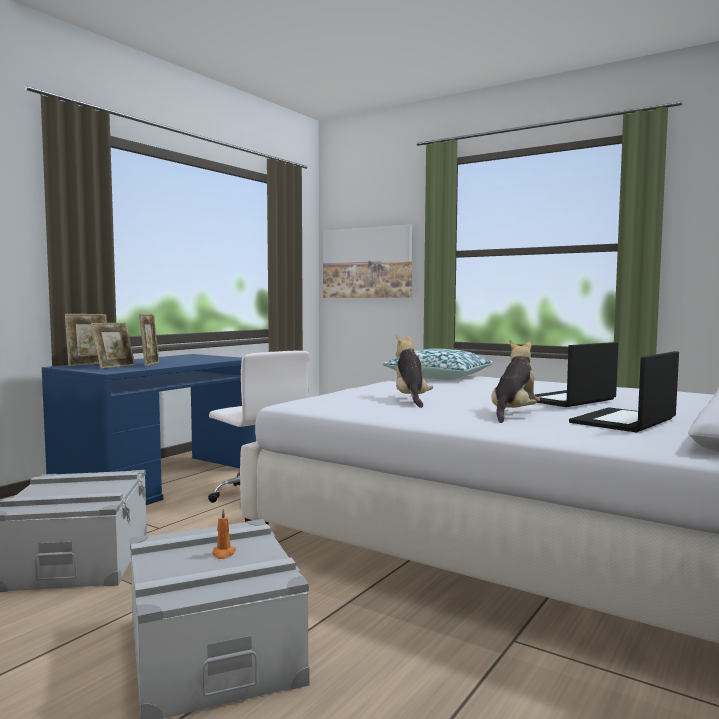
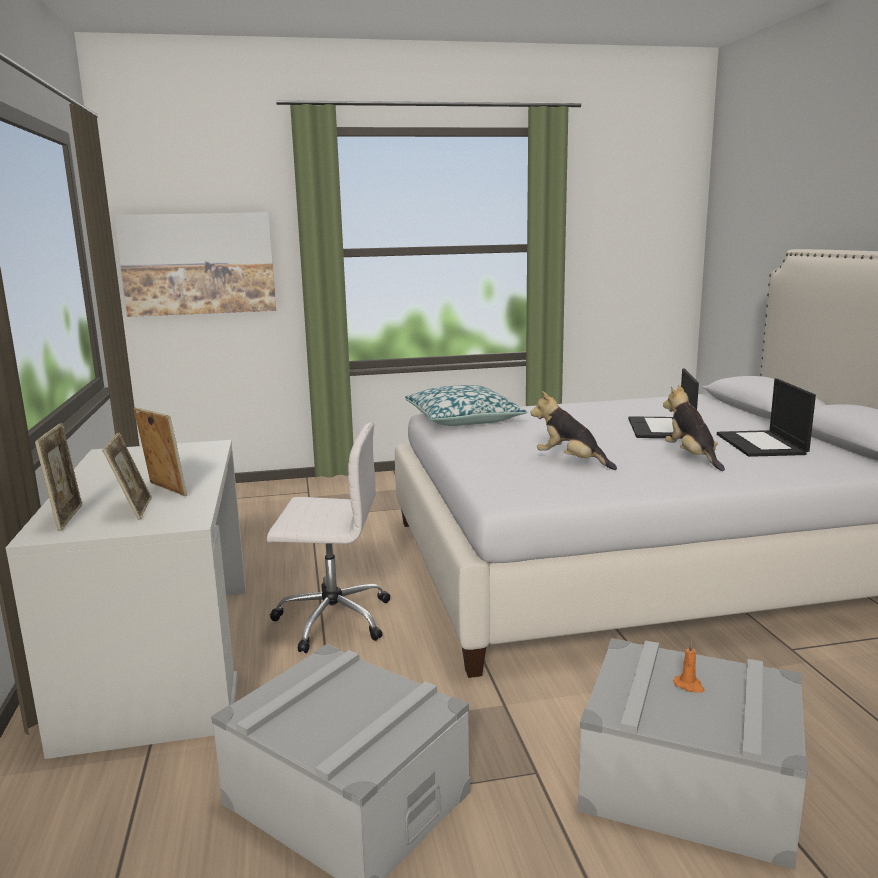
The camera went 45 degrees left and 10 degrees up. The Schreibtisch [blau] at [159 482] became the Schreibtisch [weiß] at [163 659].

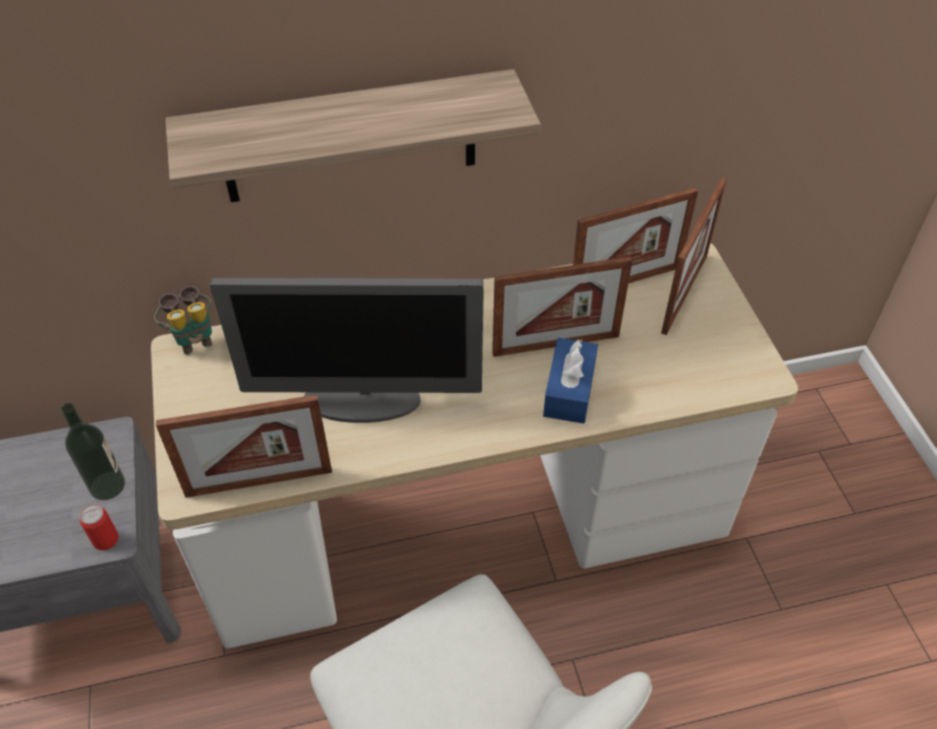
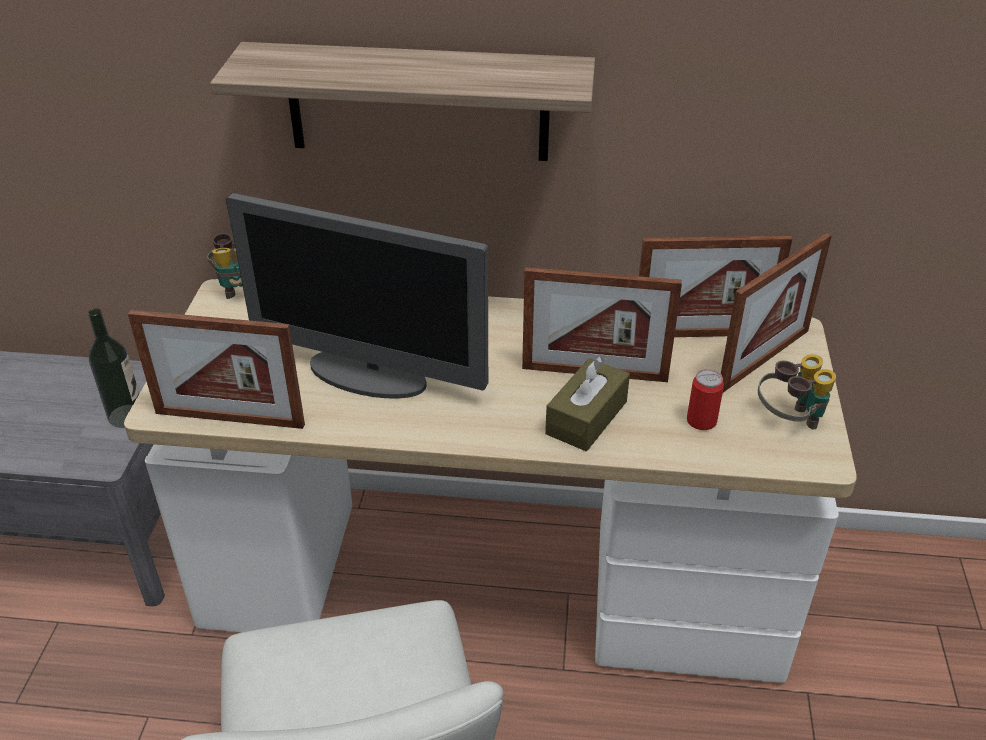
The camera went 20 degrees right and 10 degrees down. The Fernglas at [789 421] appeared. The Dose moved from [106 539] to [701 421]. The Taschentuchbox [blau] at [569 390] became the Taschentuchbox [braun] at [586 417].

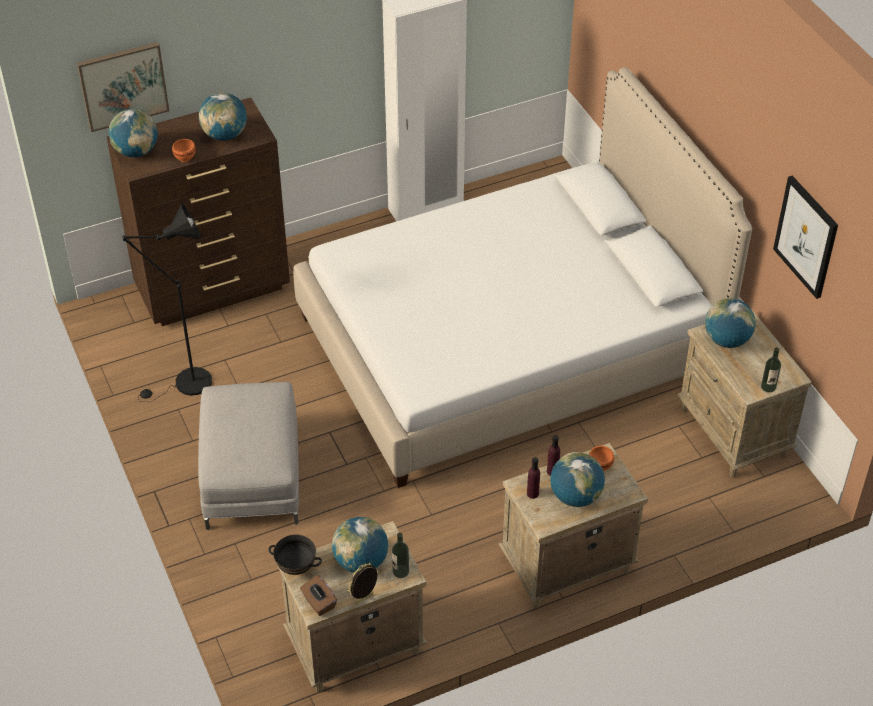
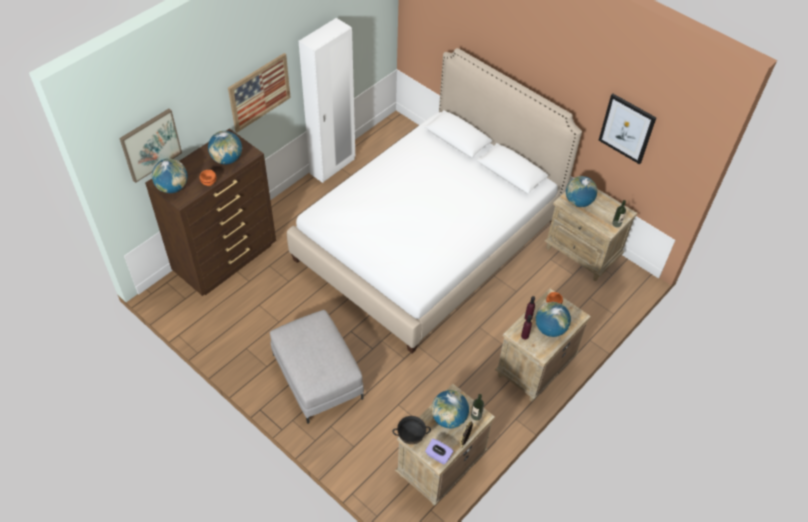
The camera went 25 degrees left and 5 degrees up. The Stehlampe [schwarz] at [186 385] disappeared. The Bild at [259 92] appeared. The Taschentuchbox [braun] at [319 603] became the Taschentuchbox [lila] at [438 455].

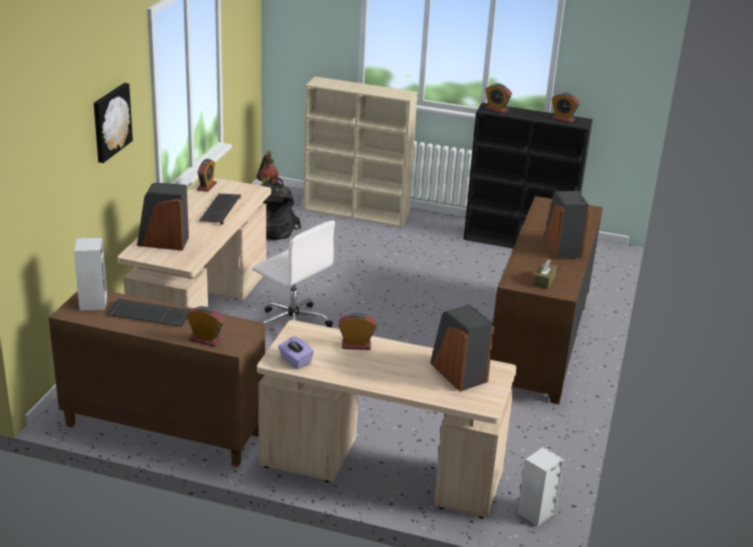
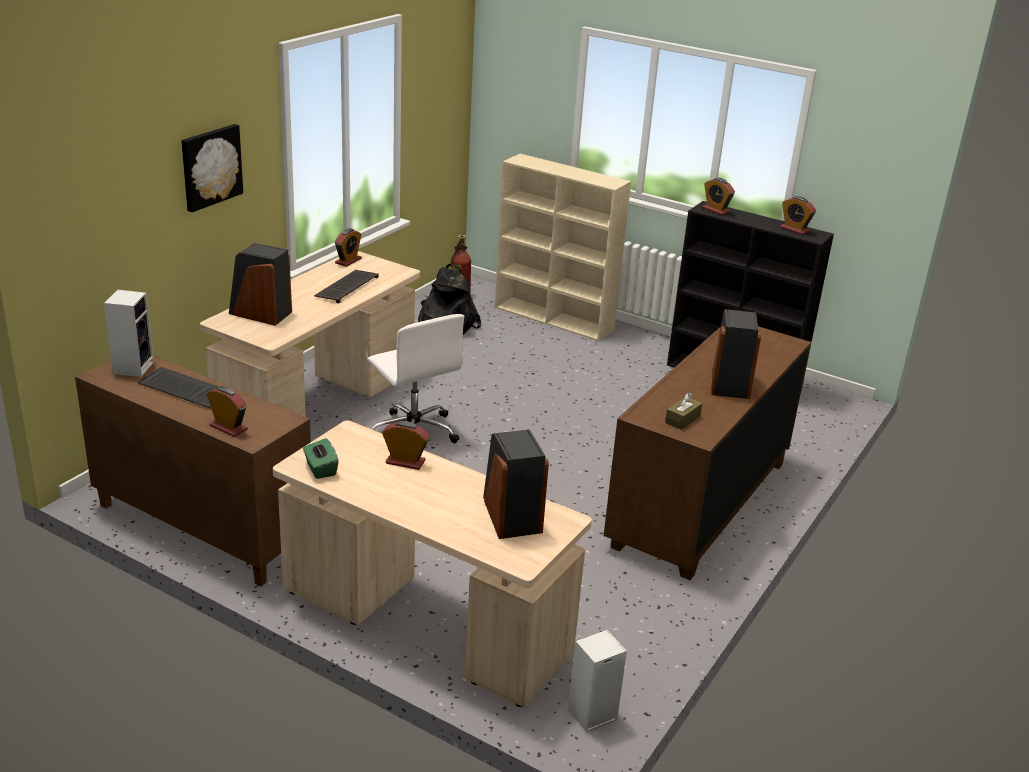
The camera went 15 degrees right and 0 degrees up. The Taschentuchbox [lila] at [295 361] became the Taschentuchbox [grün] at [320 469].

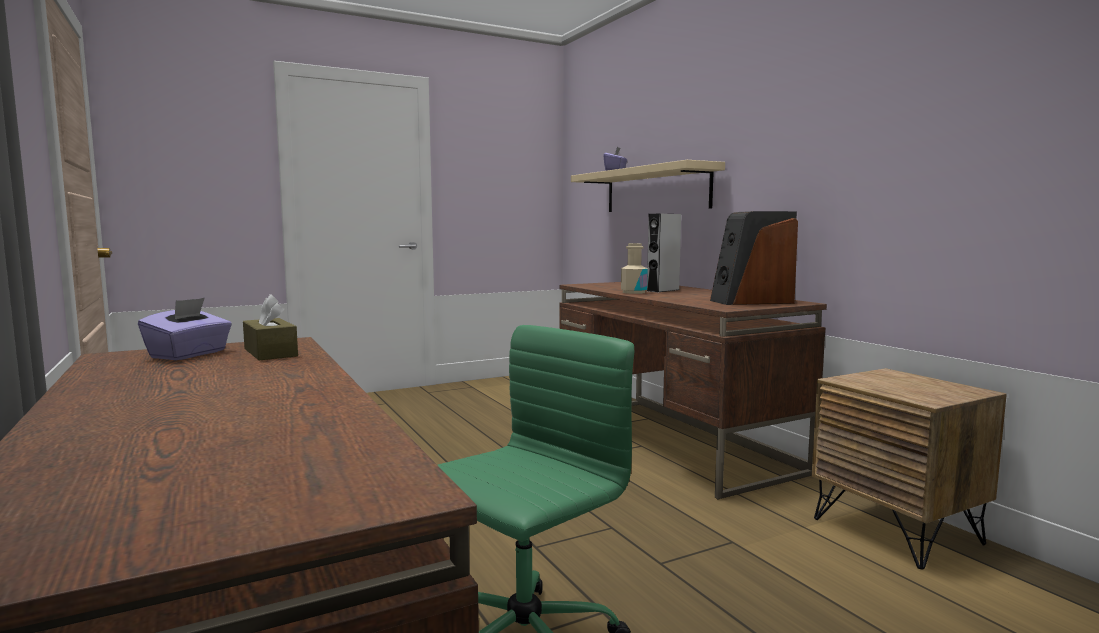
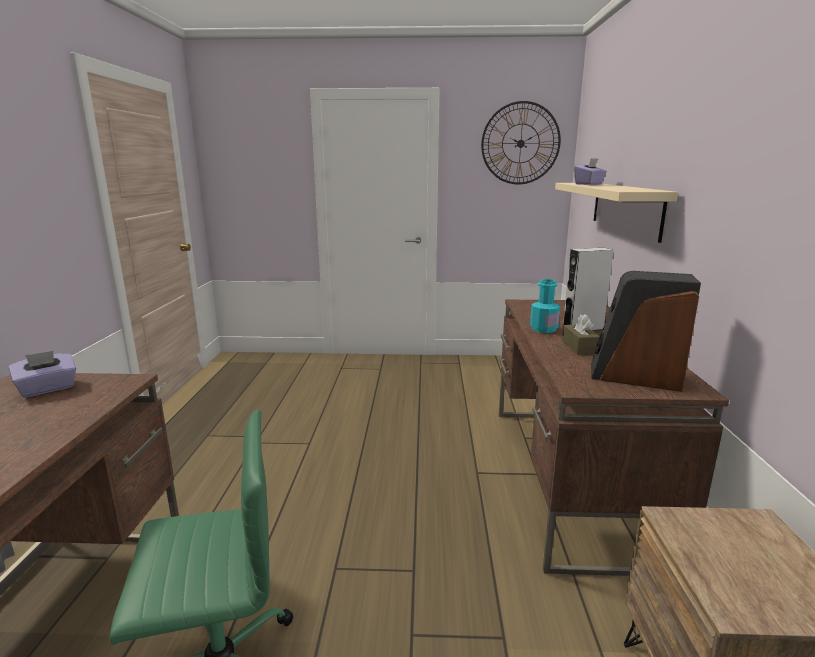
The camera went 30 degrees right and 10 degrees up. The Wanduhr at [520 143] appeared. The Taschentuchbox [braun] moved from [270 352] to [579 347]. The Flasche [beige] at [633 292] became the Flasche [türkis] at [543 329].

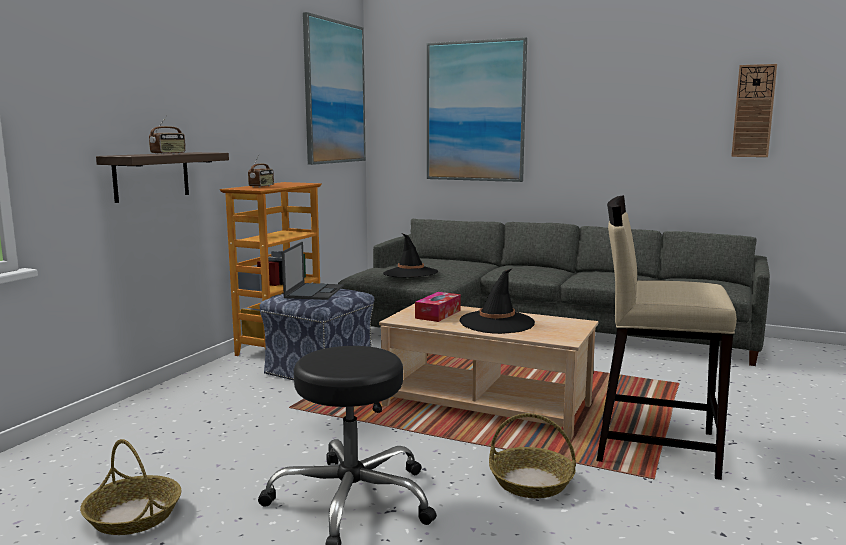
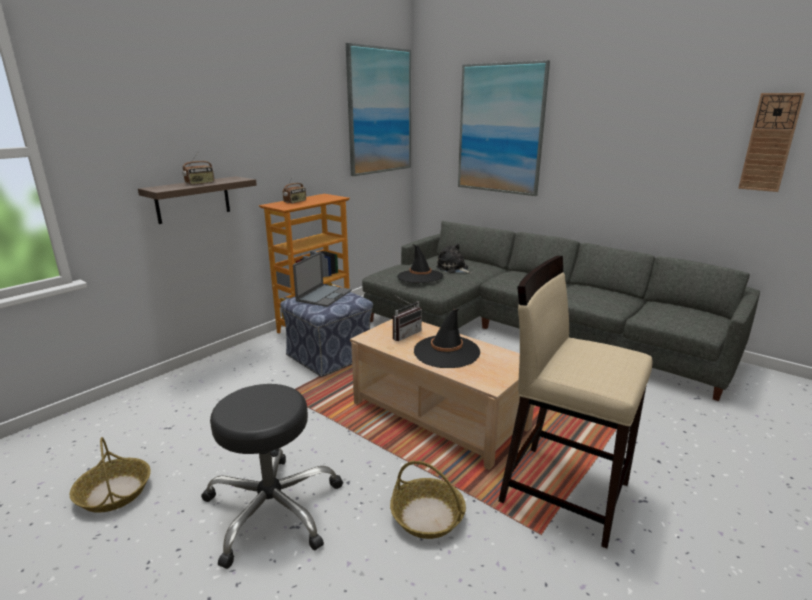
The camera went 15 degrees right and 10 degrees up. The Plüschtier at [453 268] appeared. The Taschentuchbox at [438 314] was replaced by the Radio at [404 334].

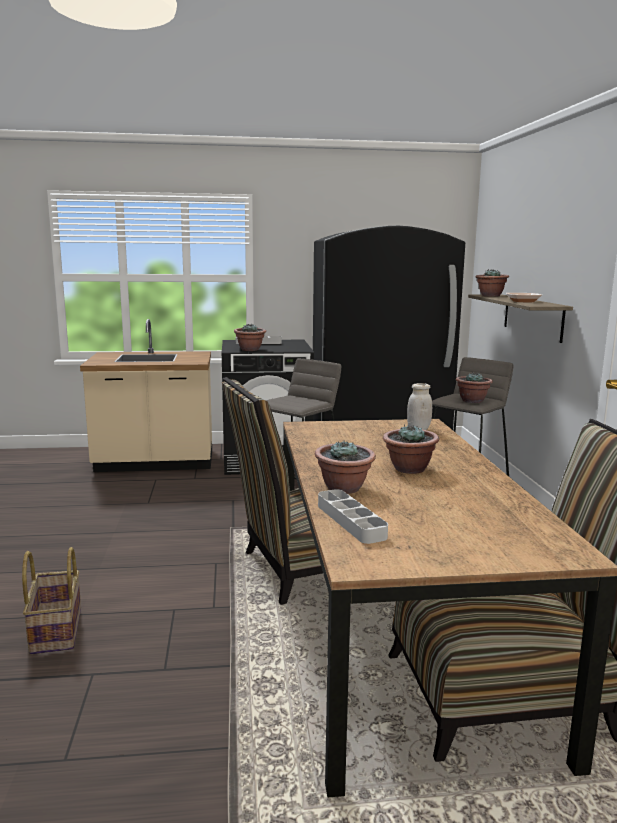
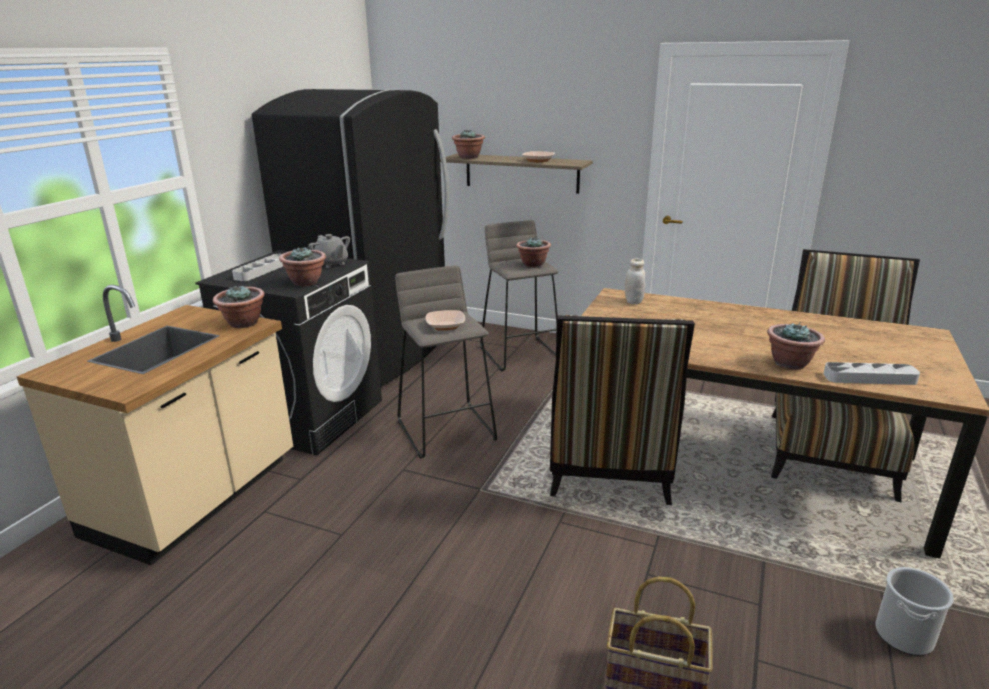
The camera went 60 degrees left and 10 degrees up. The Teekanne [grau] at [332 263] appeared. The Schüssel at [445 326] appeared. The Eimer at [903 635] appeared. The Topfpflanze moved from [409 469] to [243 323].

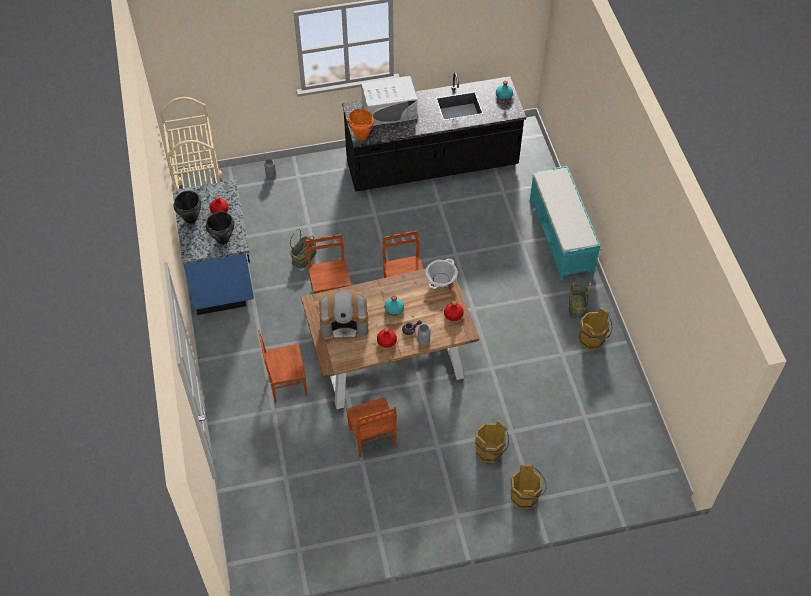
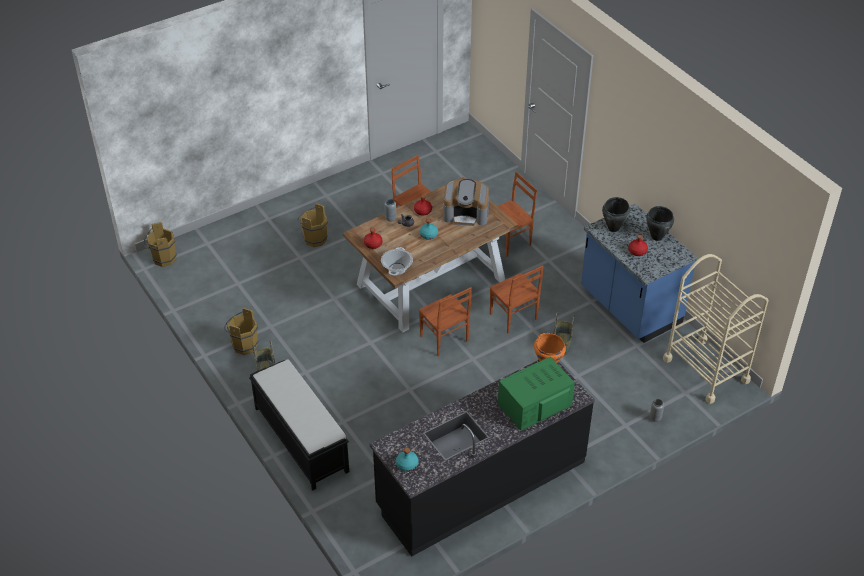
The camera went 160 degrees right and 10 degrees down. The Eimer [braun] moved from [526 497] to [162 259]. The Mikrowelle [weiß] at [389 111] became the Mikrowelle [grün] at [534 404]. The Bank [türkis] at [561 237] became the Bank [schwarz] at [300 439]. The Kaffeemaschine at [344 324] turned 150 degrees counterclockwise.

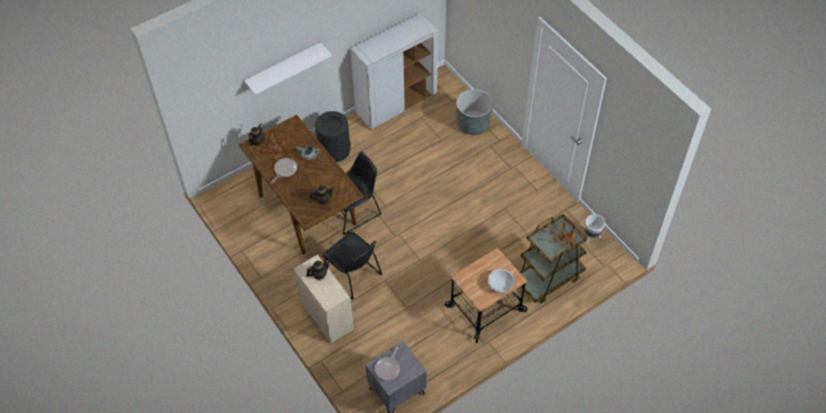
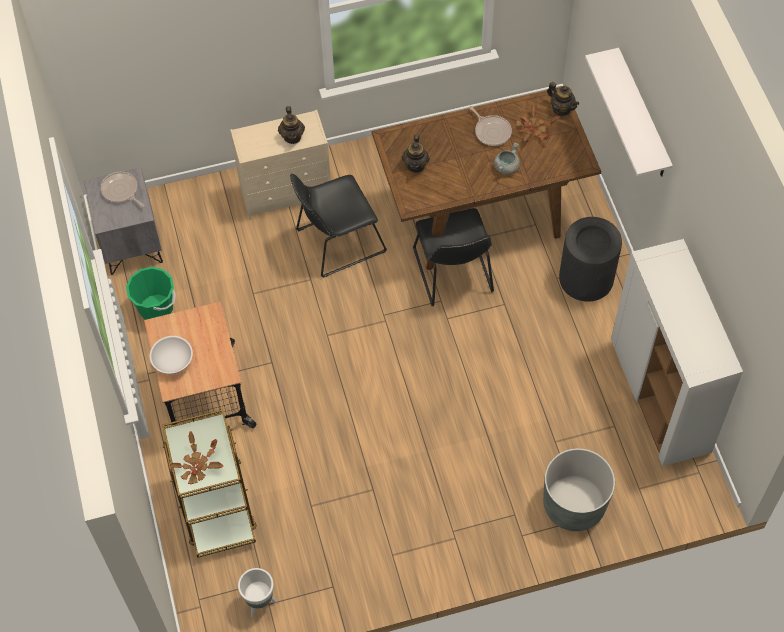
The camera went 110 degrees right and 5 degrees up. The Eimer [grün] at [156 309] appeared.

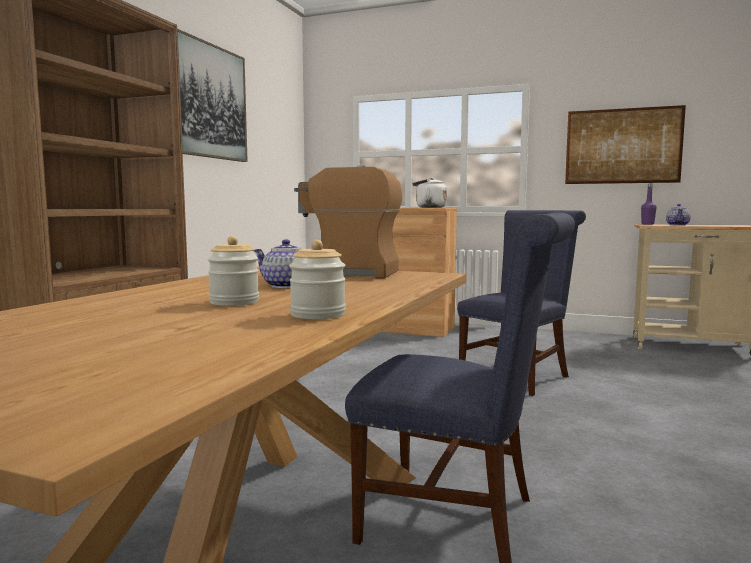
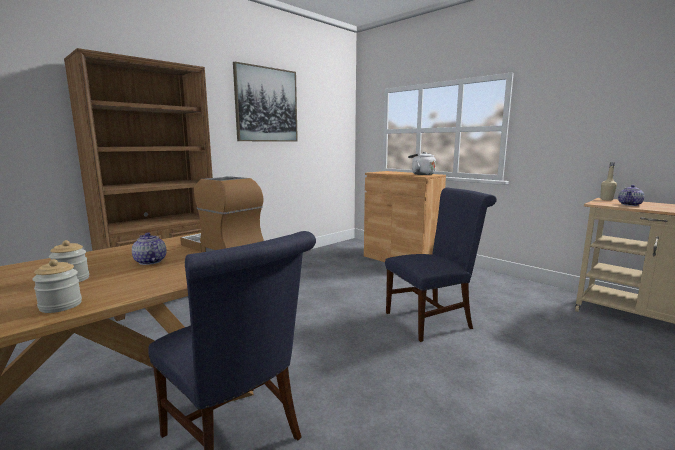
The camera went 25 degrees right and 5 degrees up. The Bild at [622 146] disappeared. The Flasche [lila] at [647 224] became the Flasche [beige] at [606 199].

